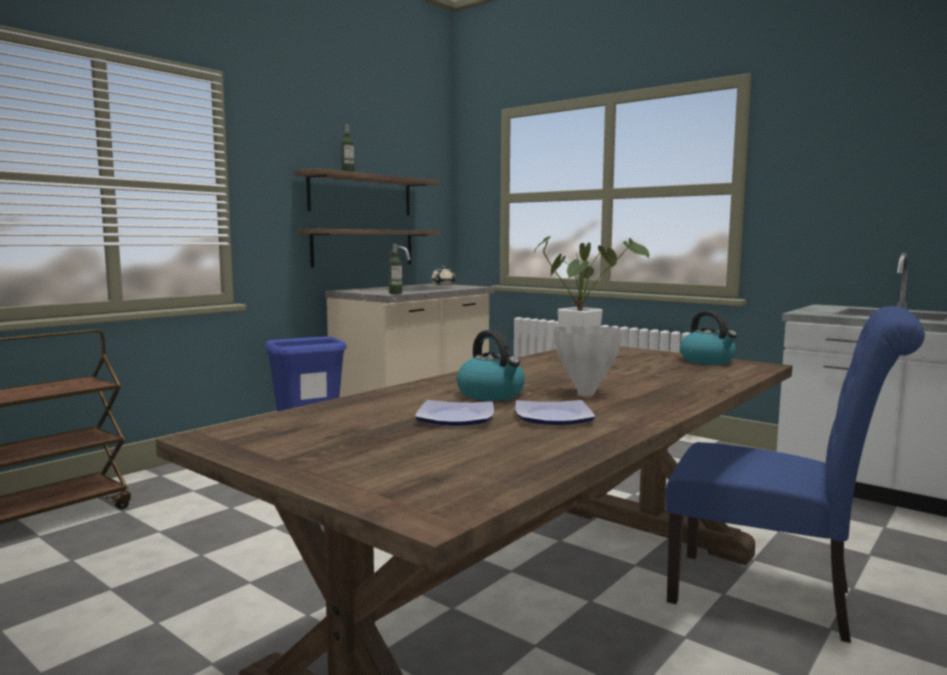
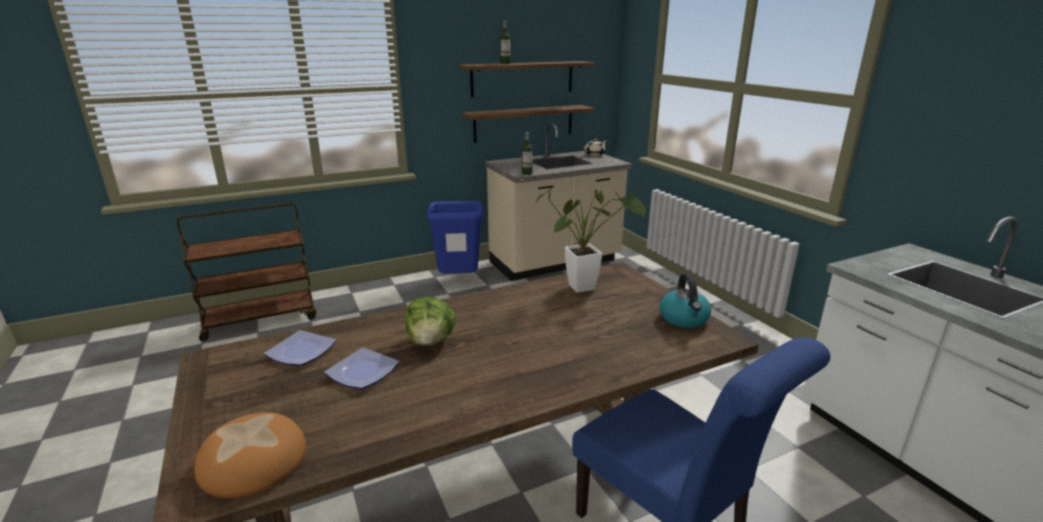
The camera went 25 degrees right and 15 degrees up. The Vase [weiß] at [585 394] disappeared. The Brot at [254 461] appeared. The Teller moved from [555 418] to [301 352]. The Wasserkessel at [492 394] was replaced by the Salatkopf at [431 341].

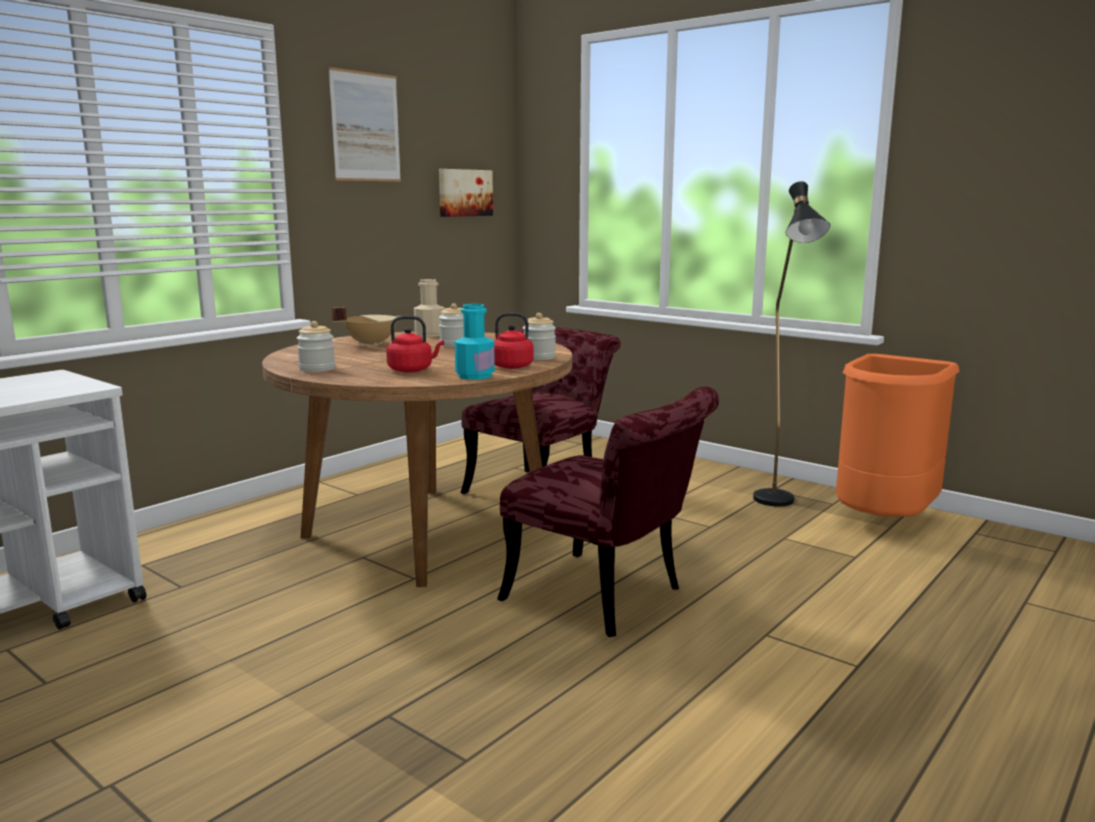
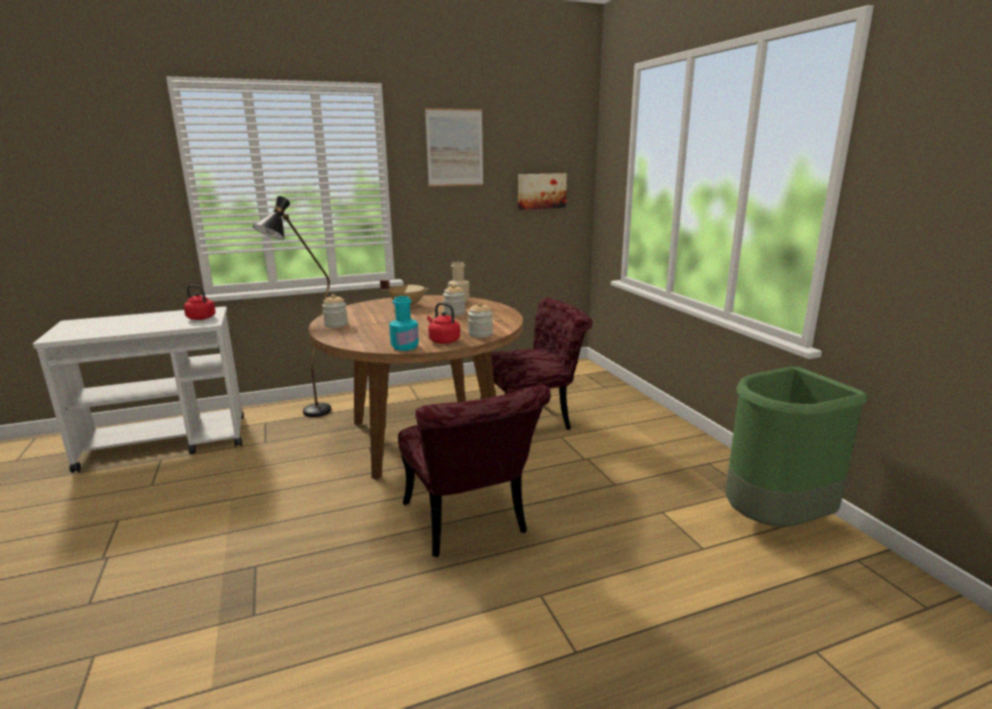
The camera went 30 degrees right and 5 degrees up. The Wasserkessel [rot] moved from [412 370] to [202 318]. The Stehlampe [schwarz] moved from [778 505] to [309 415]. The Mülleimer [orange] at [883 522] became the Mülleimer [grün] at [774 521].

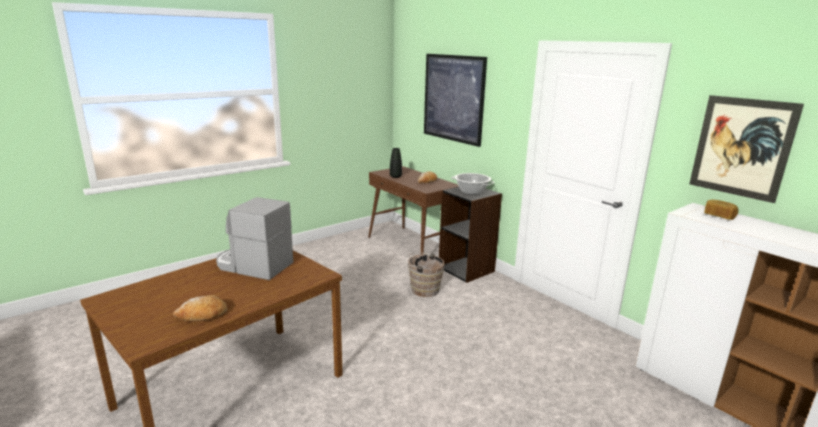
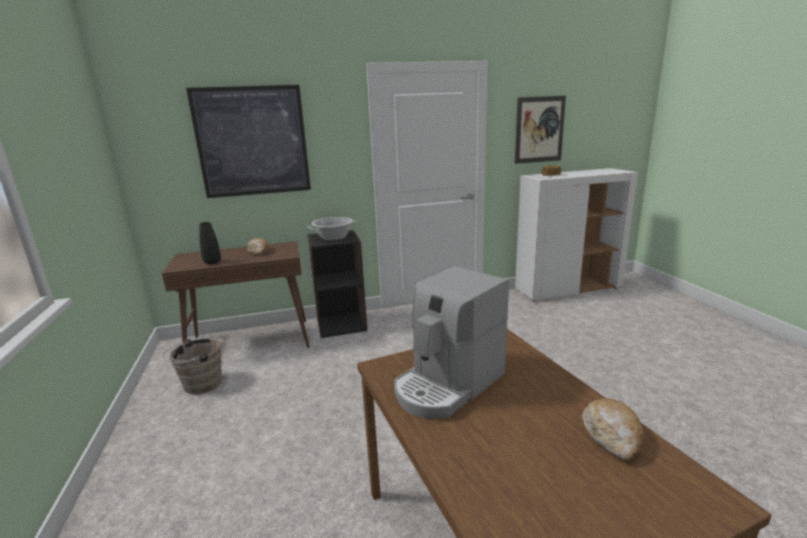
The camera went 65 degrees left and 0 degrees up. The Eimer [braun] moved from [423 289] to [199 385].

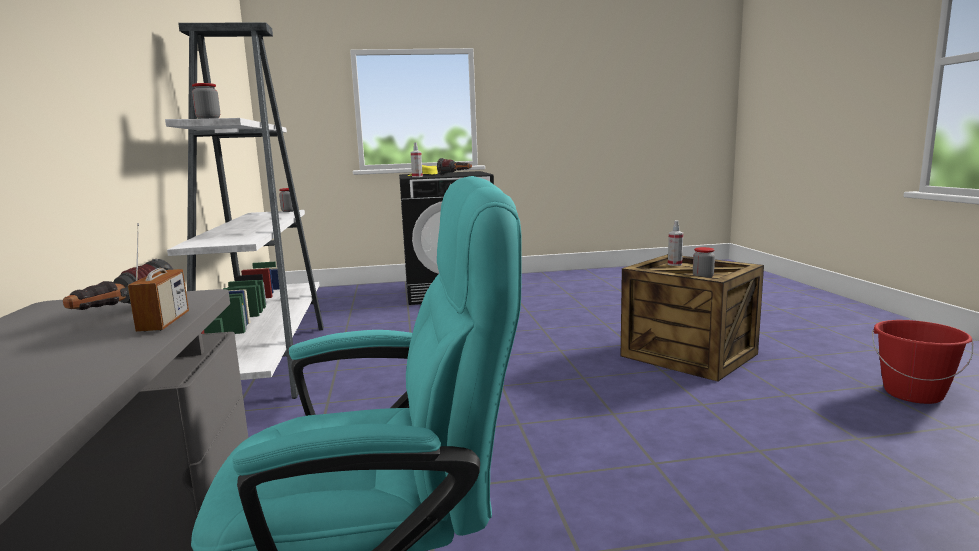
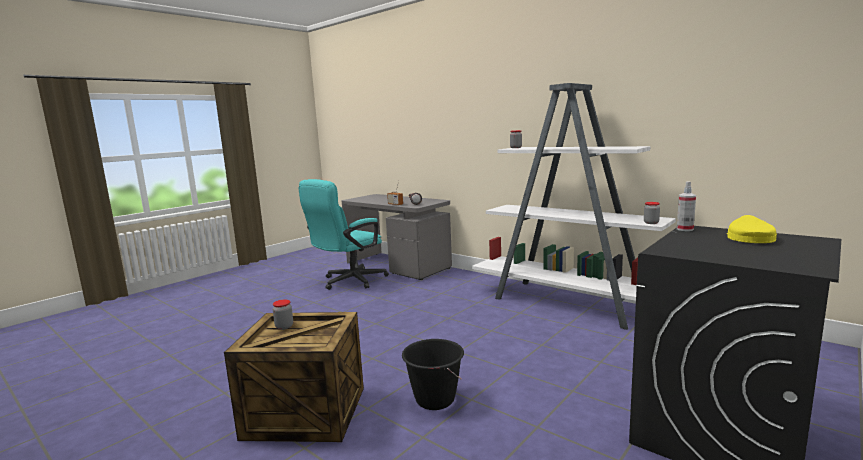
The camera went 140 degrees right and 0 degrees up. The Taschenlampe at [455 174] disappeared. The Sprühflasche at [674 264] disappeared. The Eimer [rot] at [913 393] disappeared. The Eimer [schwarz] at [434 399] appeared.

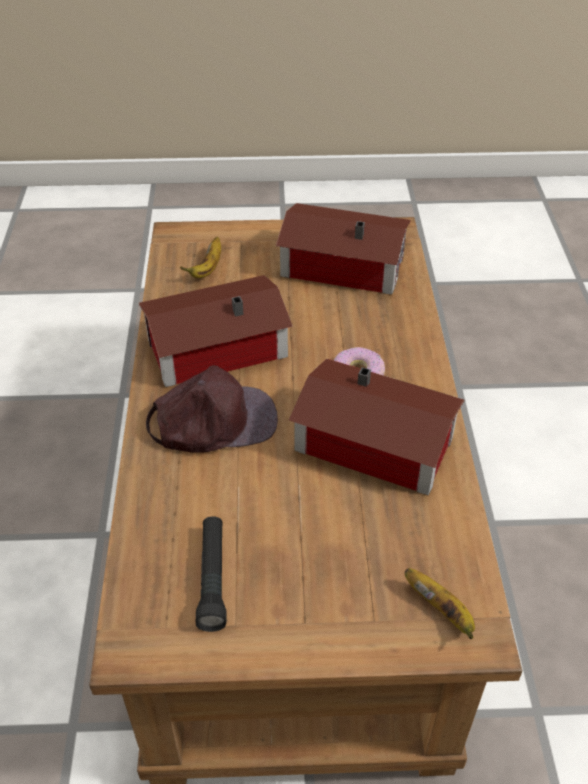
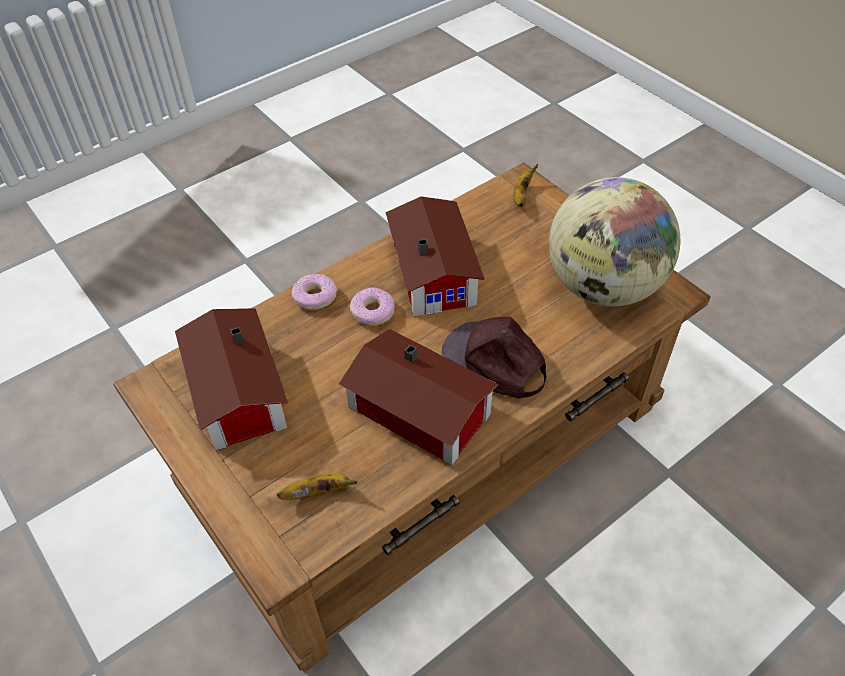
The camera went 125 degrees left and 5 degrees up. The Donut at [315 297] appeared. The Taschenlampe [schwarz] at [212 578] was replaced by the Globus at [603 286].

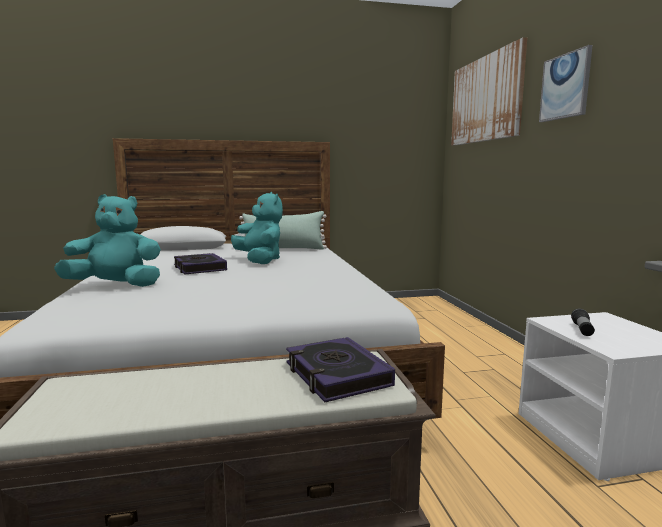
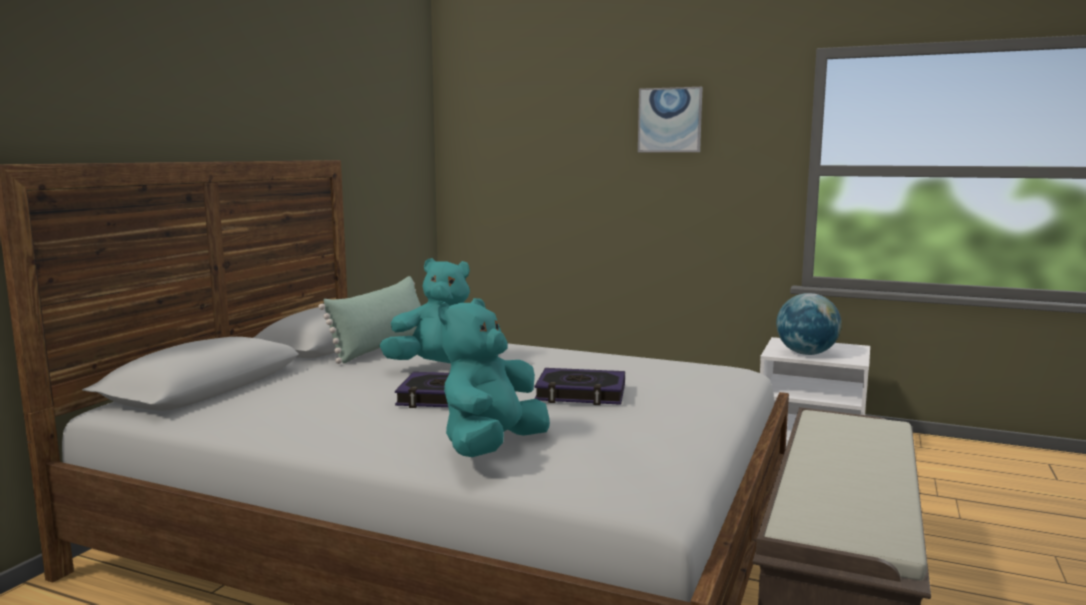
The camera went 55 degrees left and 0 degrees up. The Bild at [485 99] disappeared. The Buch moved from [336 375] to [581 393]. The Taschenlampe at [582 330] was replaced by the Globus at [806 353].

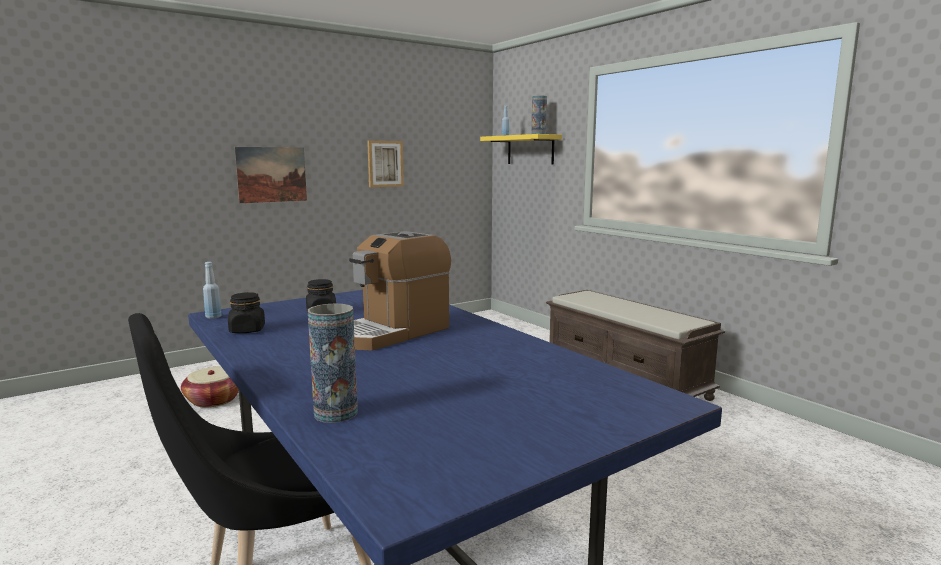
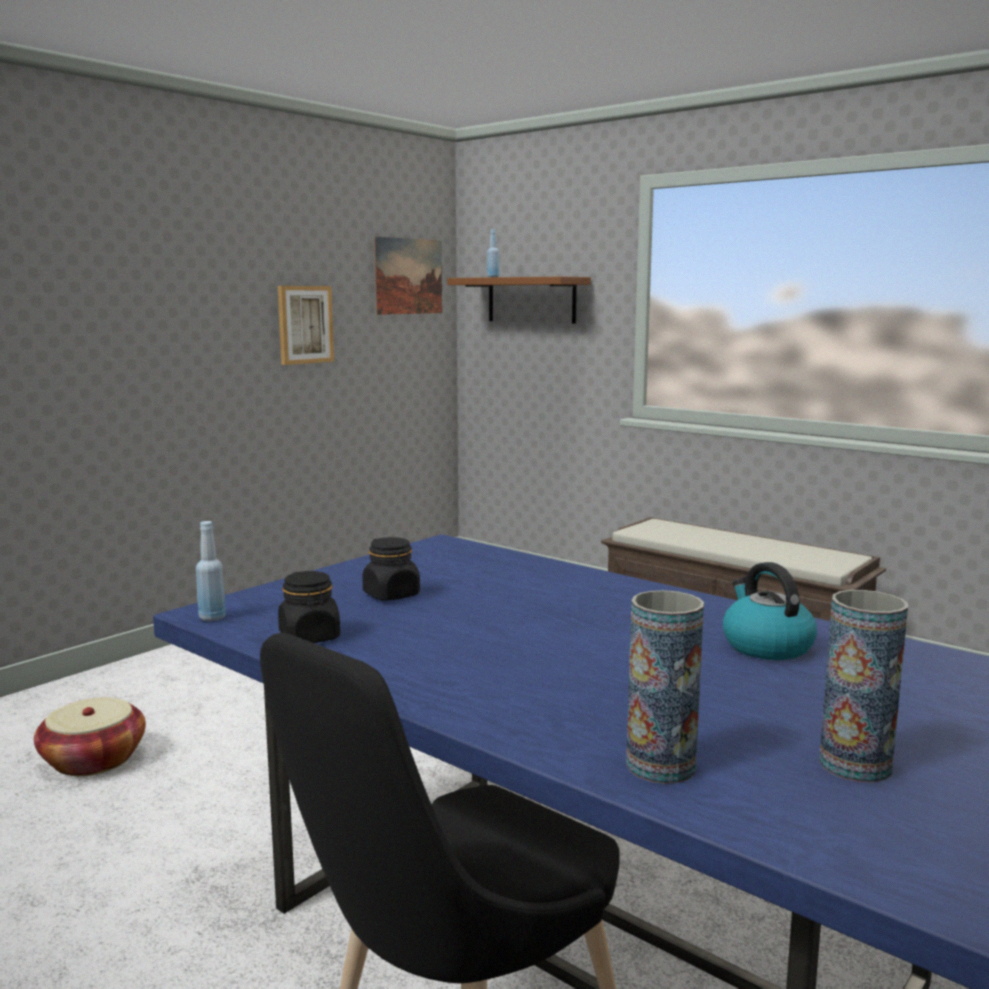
The camera went 15 degrees left and 0 degrees up. The Kaffeemaschine at [392 332] disappeared. The Wasserkessel at [765 646] appeared. The Bild moved from [271 174] to [408 276]. The Vase moved from [538 134] to [855 765]. The Wandregal [gelb] at [530 150] became the Wandregal [braun] at [531 300].

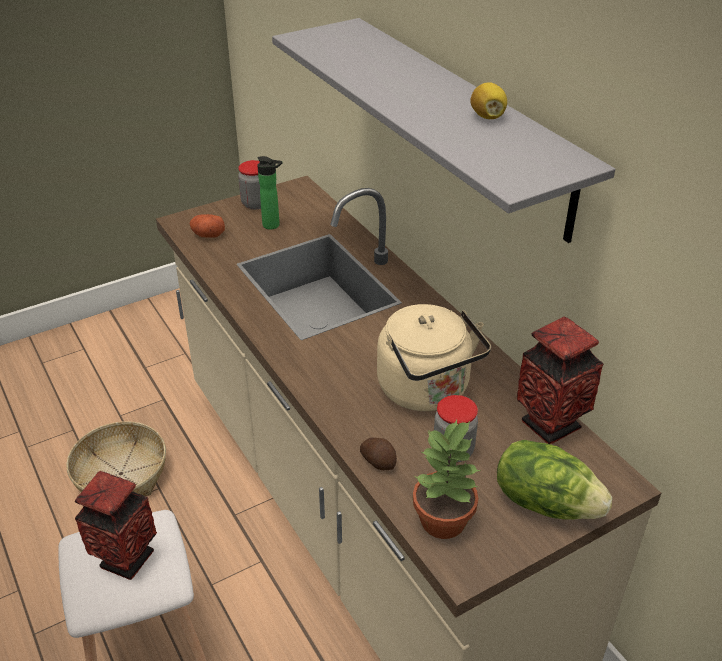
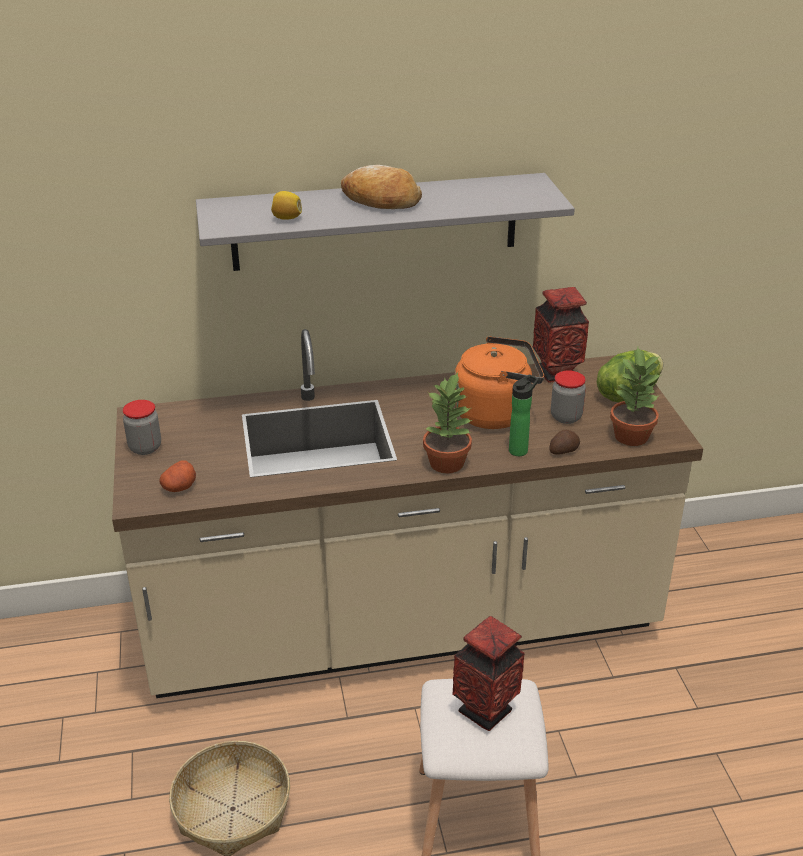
The camera went 70 degrees left and 5 degrees down. The Brot at [380 200] appeared. The Topfpflanze at [447 463] appeared. The Flasche moved from [273 225] to [520 449]. The Zitrone moved from [487 116] to [287 218]. The Wasserkessel [beige] at [427 391] became the Wasserkessel [orange] at [496 413].

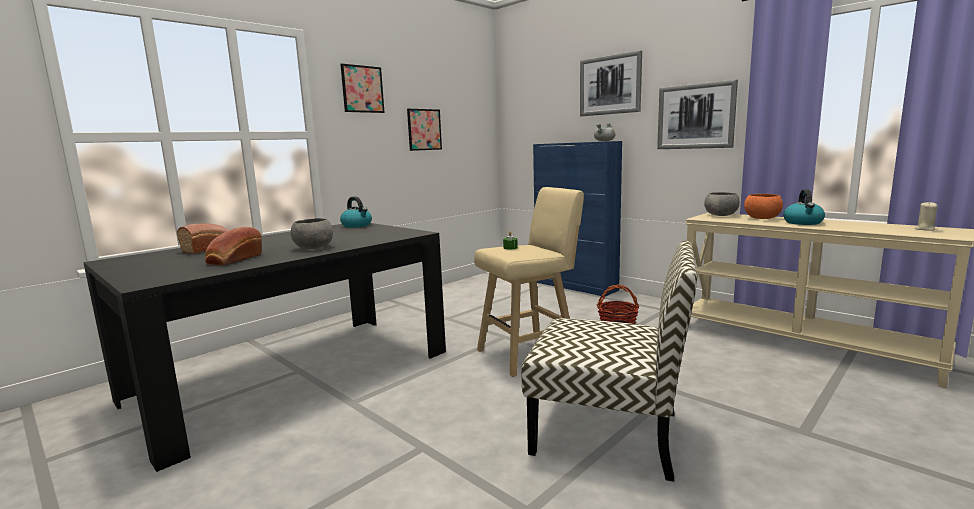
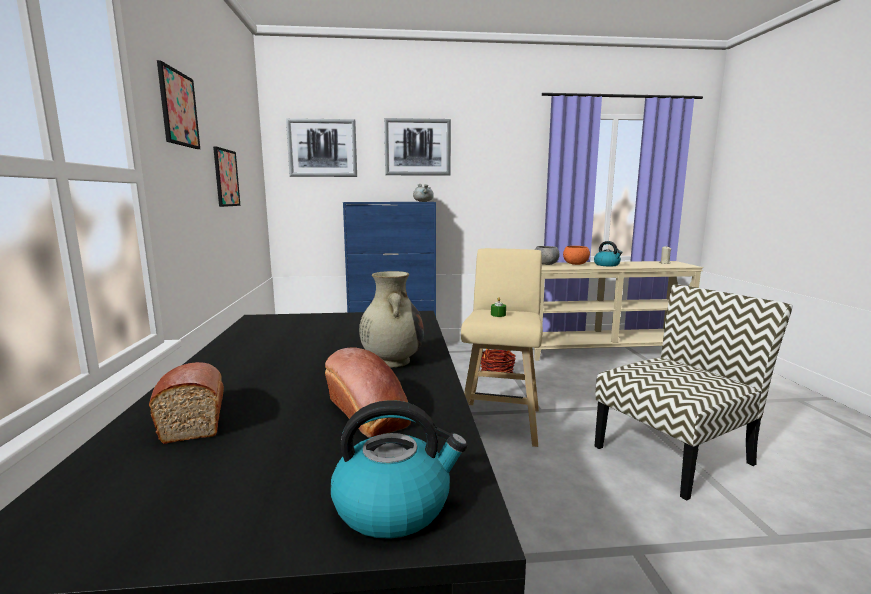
The camera went 50 degrees left and 0 degrees up. The Wasserkessel moved from [357 225] to [394 505]. The Bild moved from [695 116] to [322 148]. The Schüssel [grau] at [314 247] was replaced by the Vase [beige] at [392 361].

